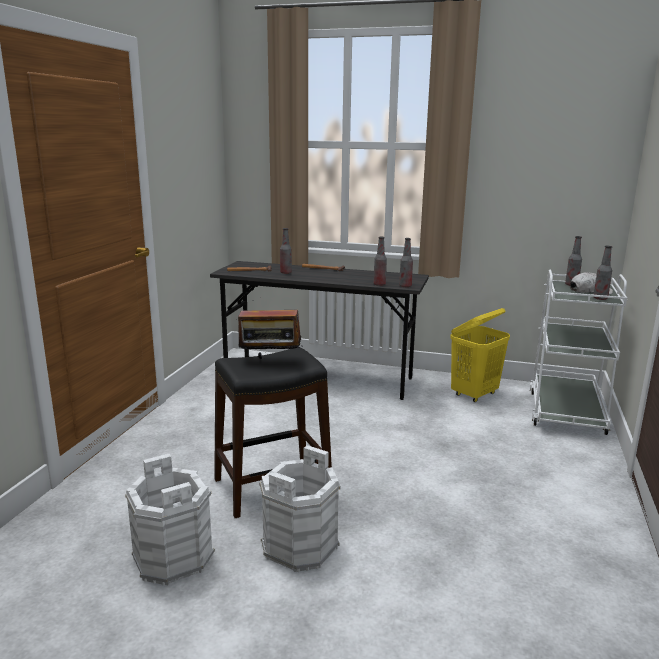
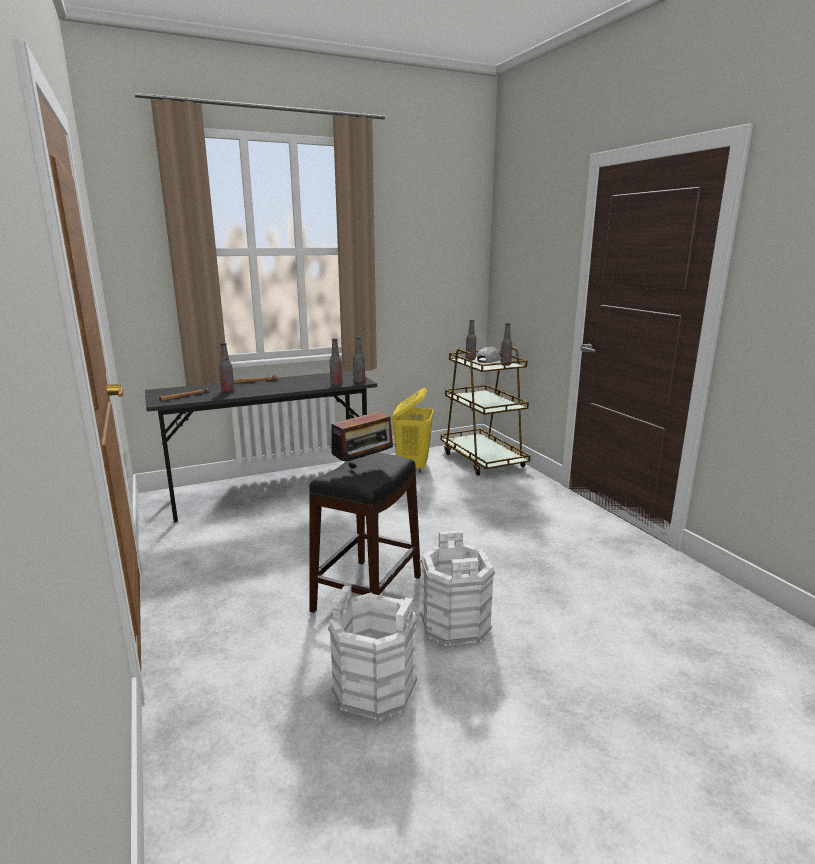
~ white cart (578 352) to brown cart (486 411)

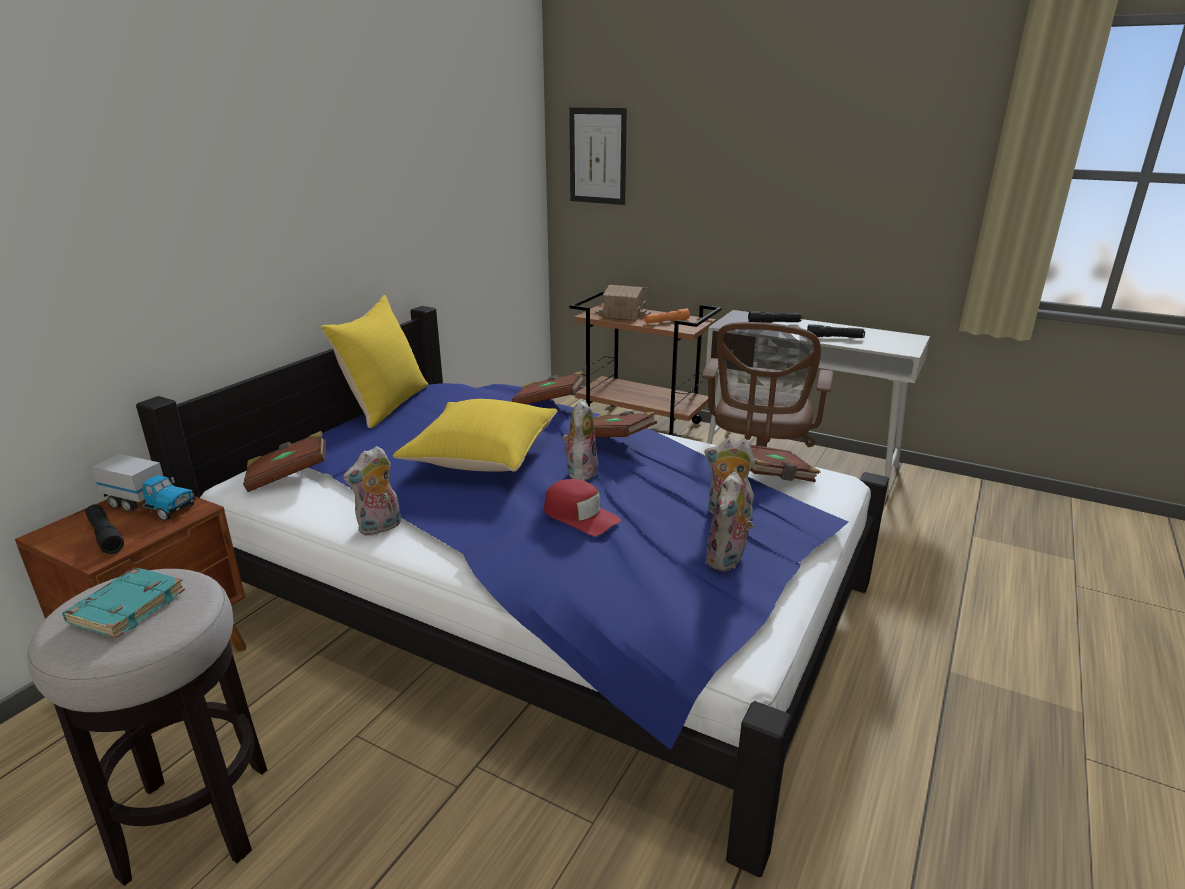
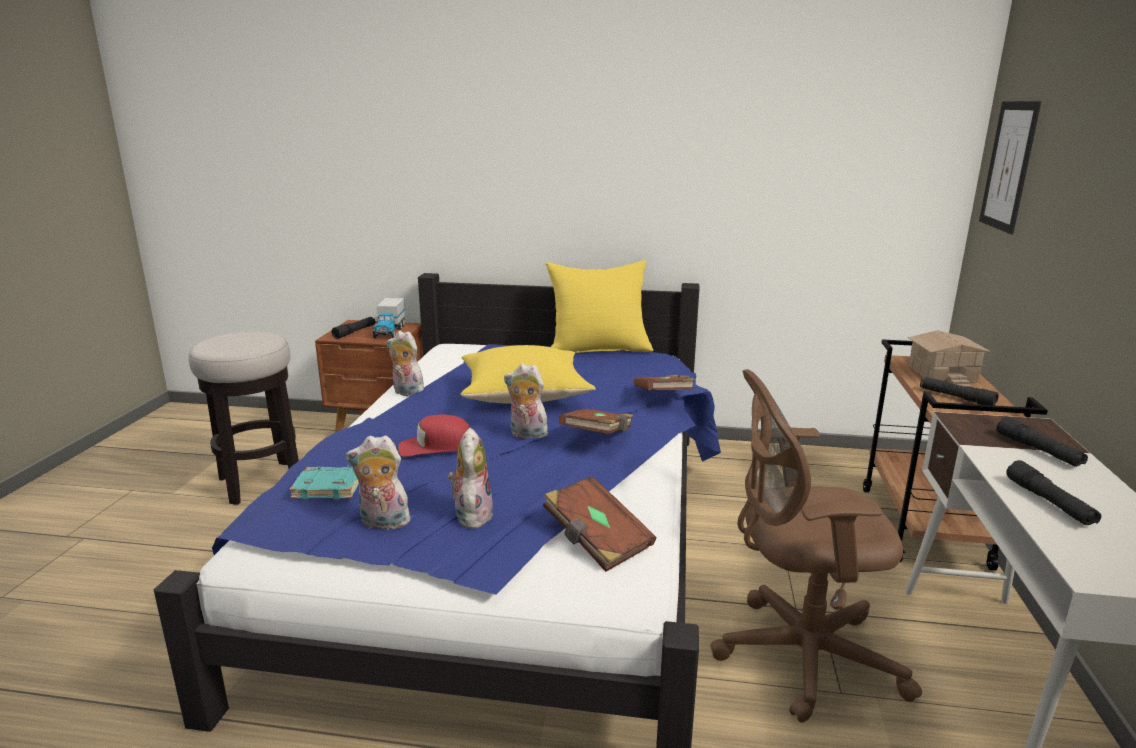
~ turquoise book (123 603) to (324 483)
~ red cap (582 507) = (434 436) 60 degrees clockwise
~ plush toy (580 440) = (526 401) 150 degrees counterclockwise
~ orange flashlight (667 316) to black flashlight (959 391)
- brown book (284 461)

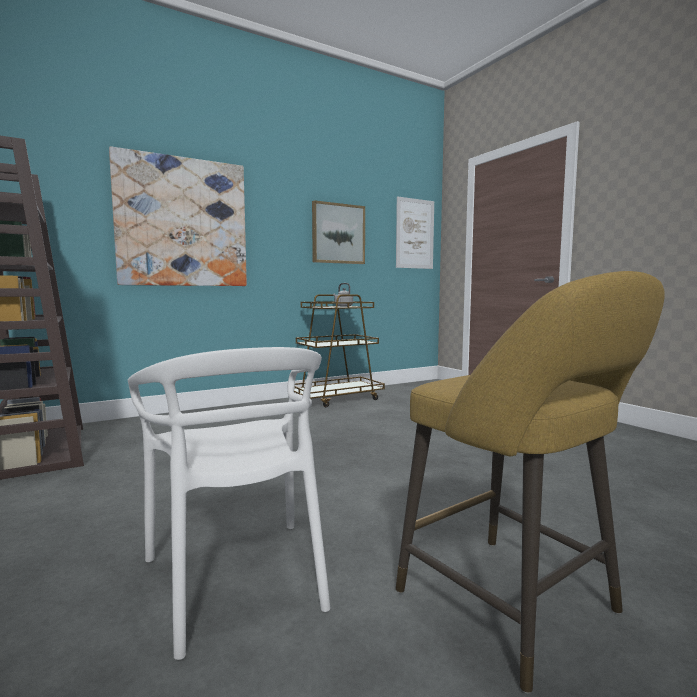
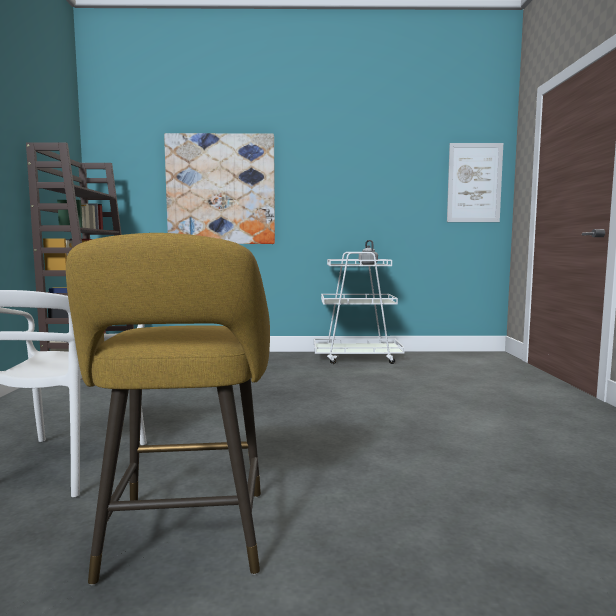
~ brown cart (339 350) to white cart (359 308)
- picture (338 232)

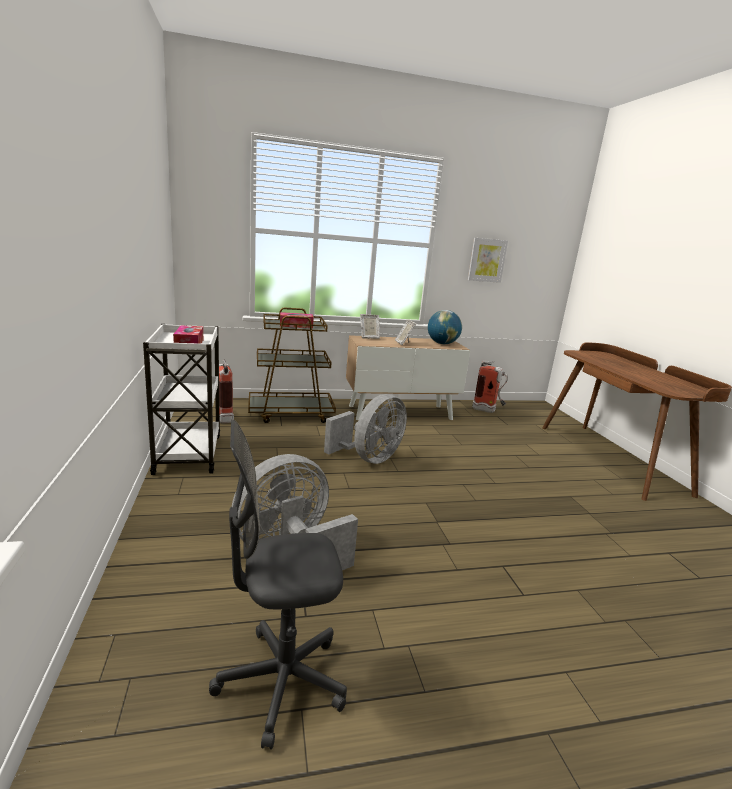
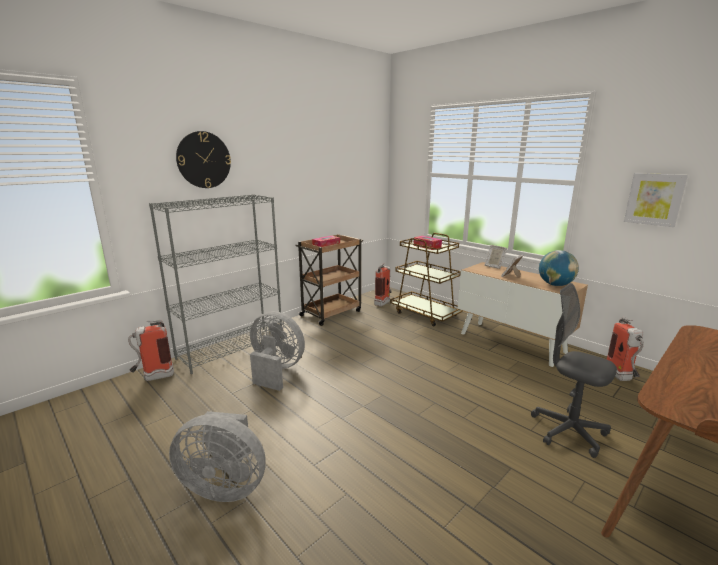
+ fire extinguisher (151 350)
+ grey bookcase (215 284)
~ grey fan (365 429) to (217 456)
+ wall clock (203 159)
~ white cart (181 399) to brown cart (329 280)
~ grey office chair (278 584) to (574 370)

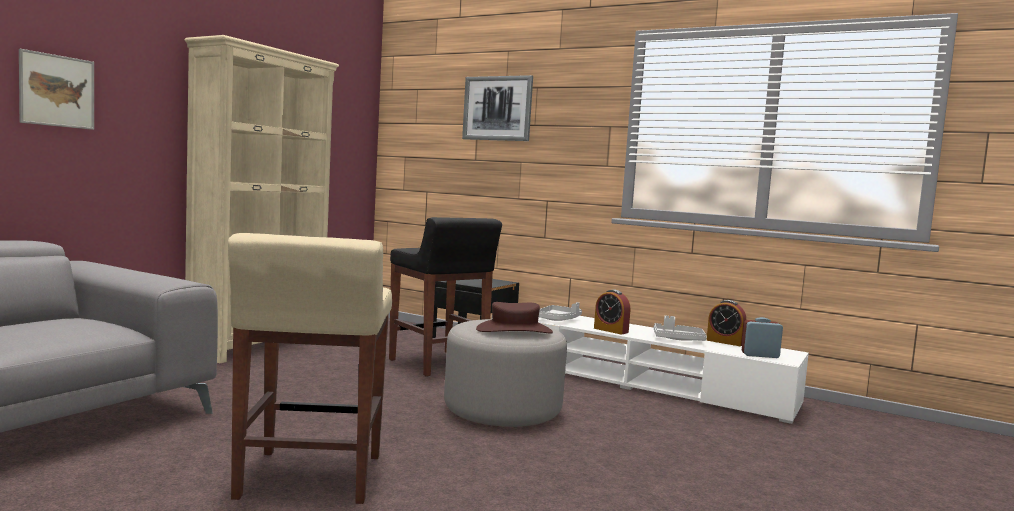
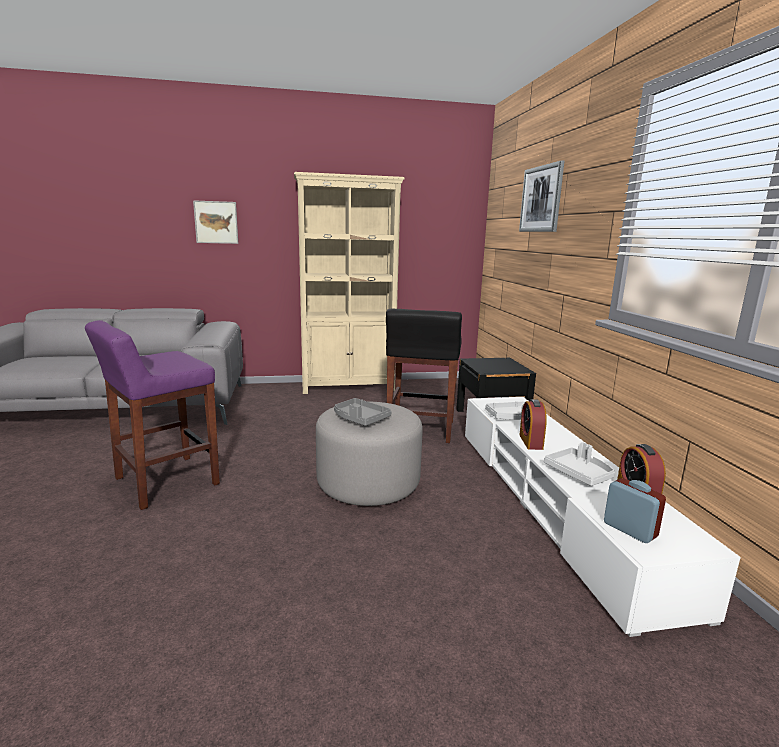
~ beige stool (310 368) to purple stool (152 415)
~ brown hat (514 317) to grey tray (363 412)

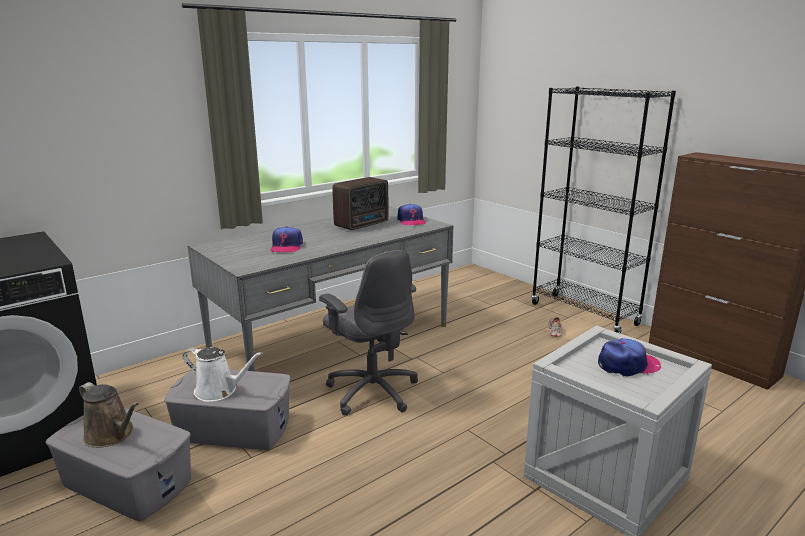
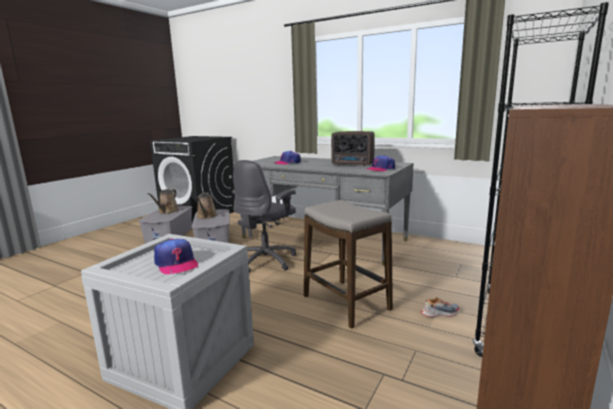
~ white watering can (223 374) to brown watering can (207 205)
+ stool (348 264)

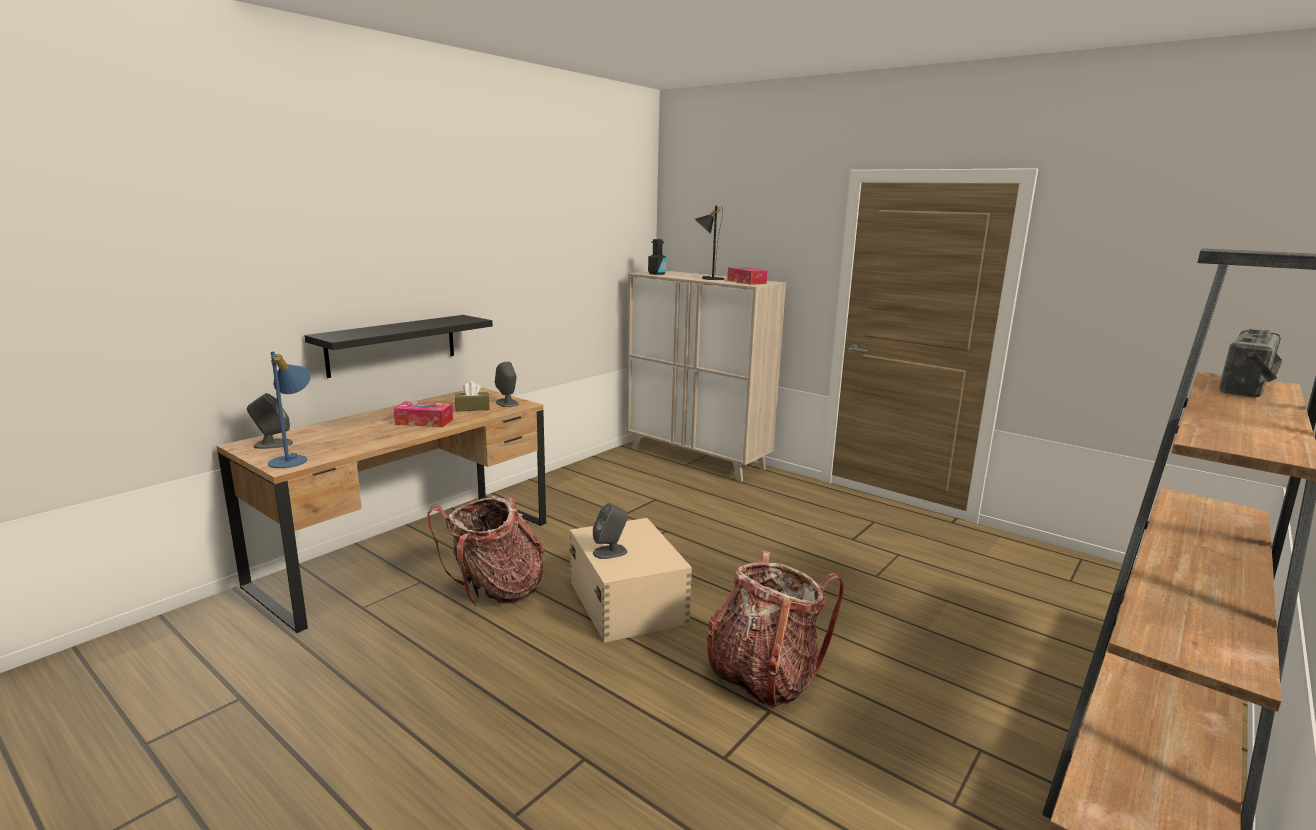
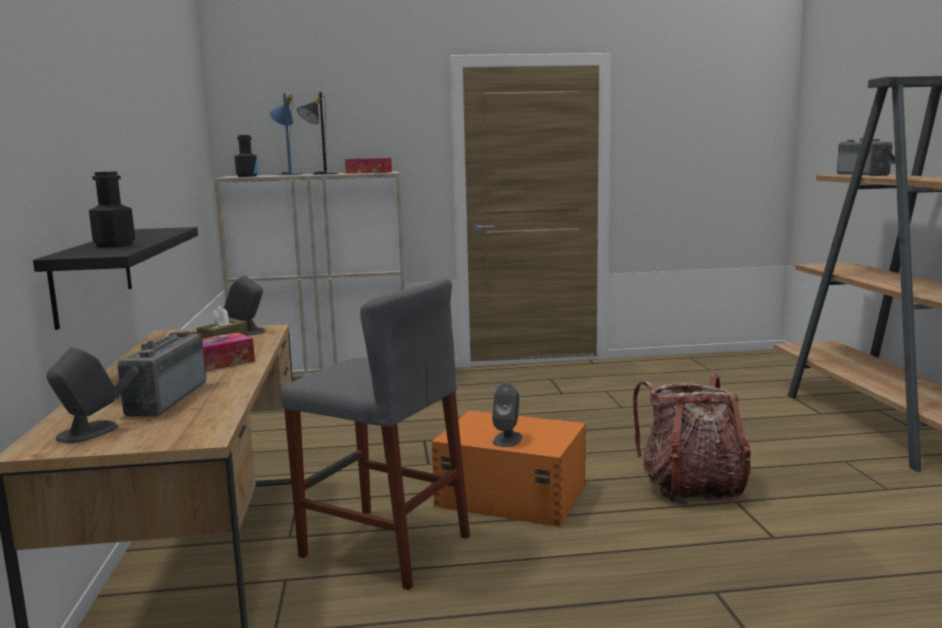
+ black bottle (112 210)
+ radio (160 373)
~ blue table lamp (289 409) to (286 134)
~ backpack (485 552) to grey stool (375 434)
~ beige storage box (631 580) to orange storage box (509 469)

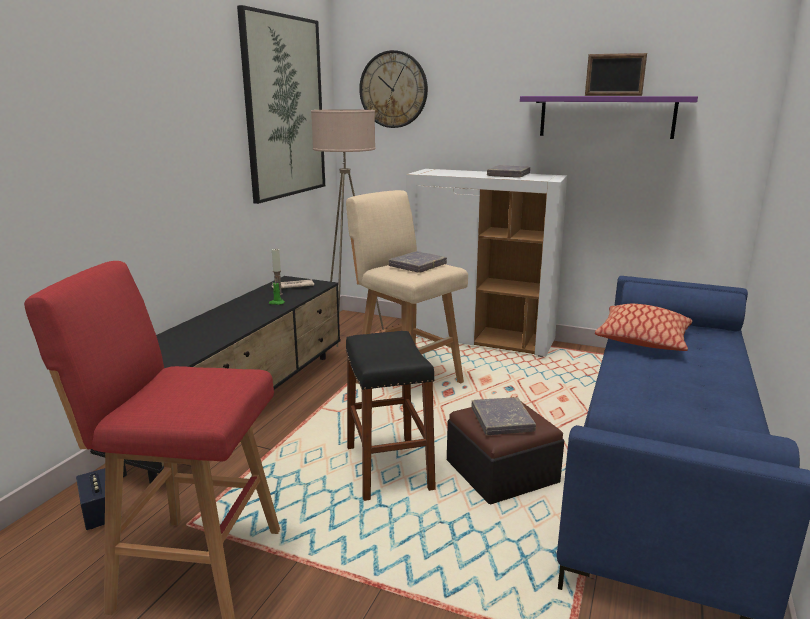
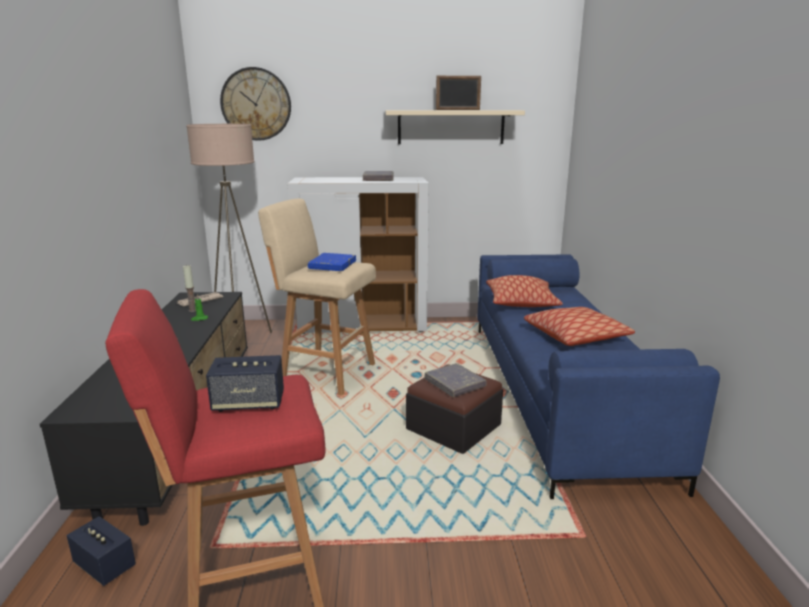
+ speaker (245 383)
~ grey book (417 262) to blue book (332 262)
~ purple shelf (609 117) to beige shelf (455 127)
+ pillow (579 326)
- picture (281 104)
- black stool (390 416)

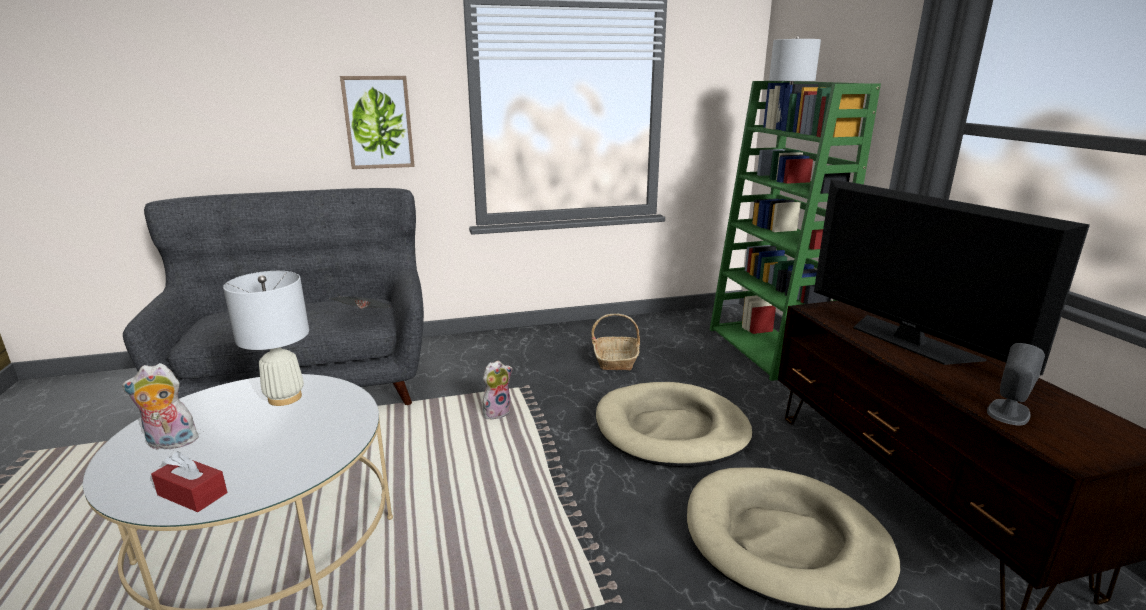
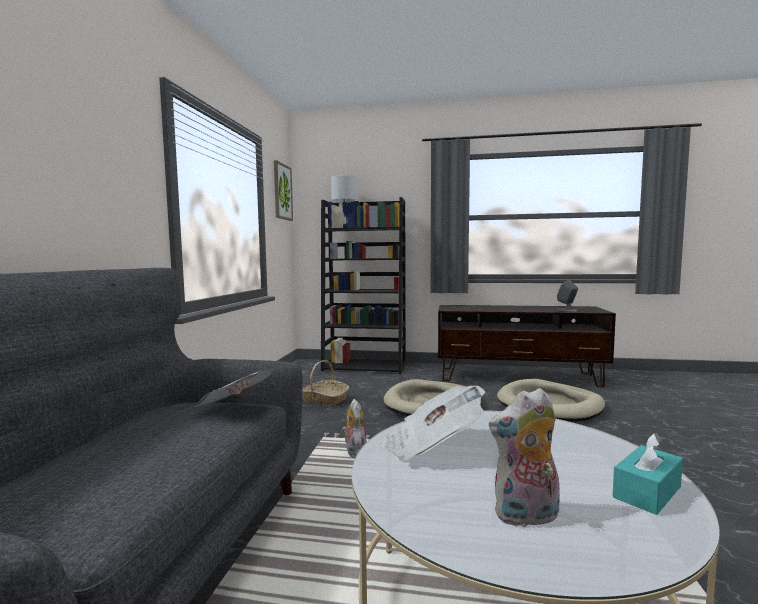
~ picture (377 122) to (283 190)
~ green bookcase (795 231) to black bookcase (363 285)
~ white table lamp (266 338) to newspaper (433 423)
~ plush toy (161 406) = (524 458) 60 degrees clockwise
~ red tissue box (189 481) to turquoise tissue box (647 474)
- television (952 277)

